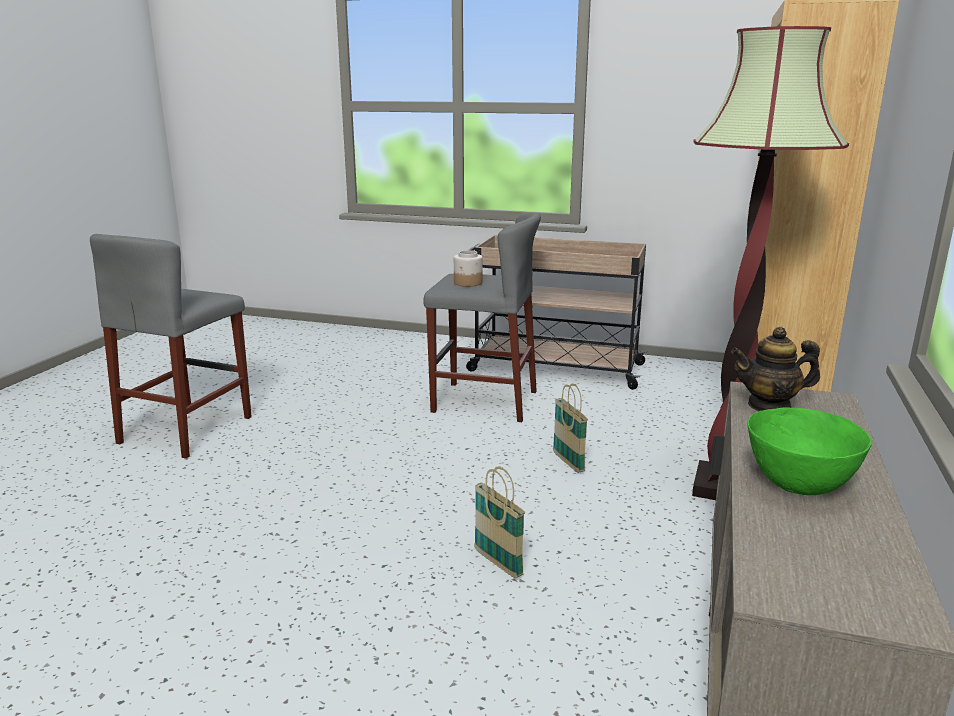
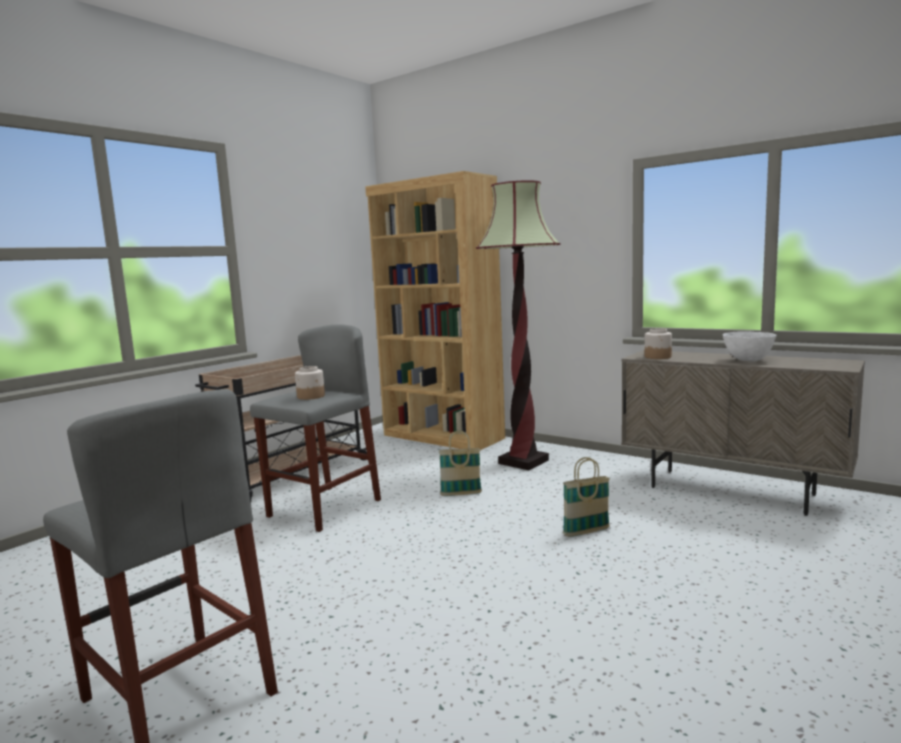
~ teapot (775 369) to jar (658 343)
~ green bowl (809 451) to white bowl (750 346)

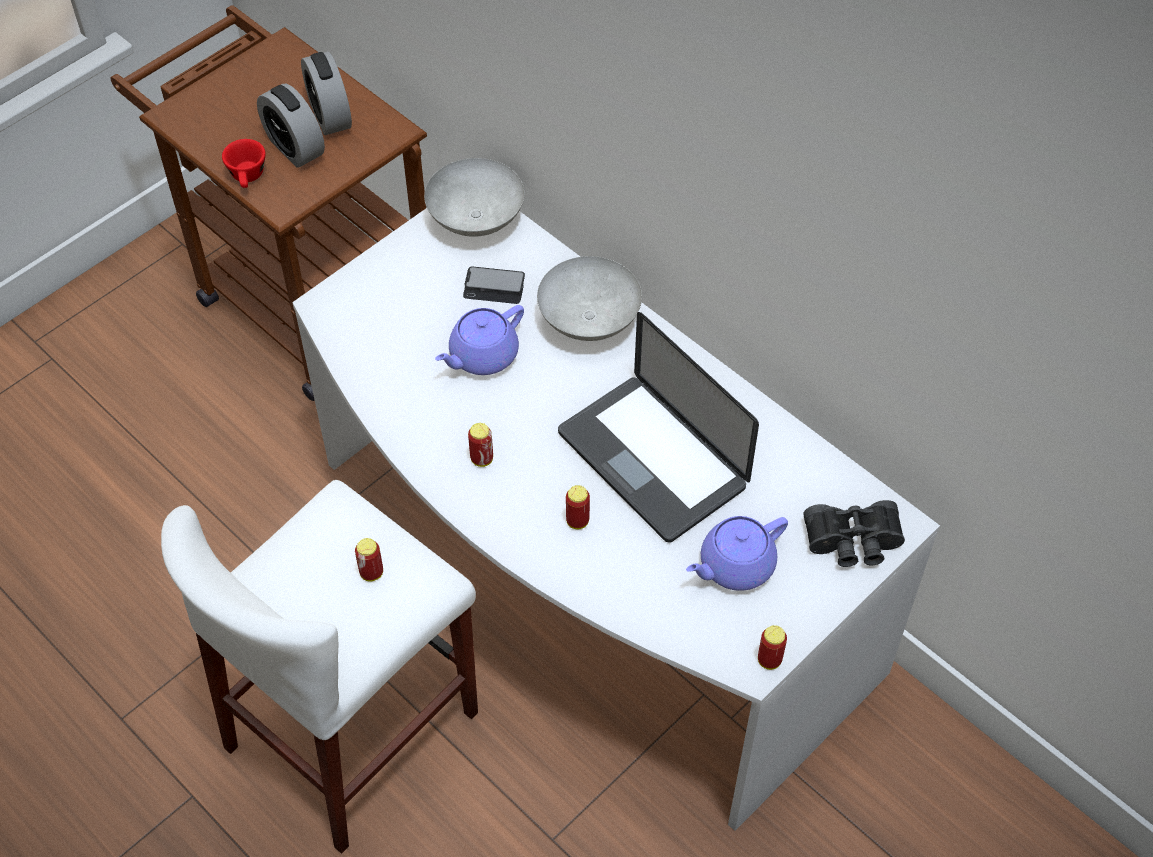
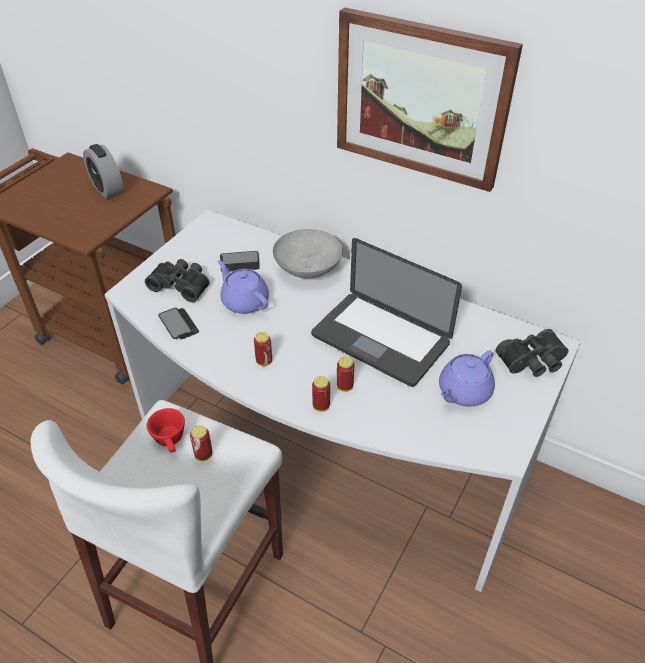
+ black binoculars (177 280)
~ red cup (244 163) to (166 430)
+ phone (178 323)
~ purple teapot (479 340) = (243 287) 105 degrees clockwise
~ can (772 647) to (321 394)
+ picture (430 99)
- alarm clock (291 126)
- grey bowl (474 197)

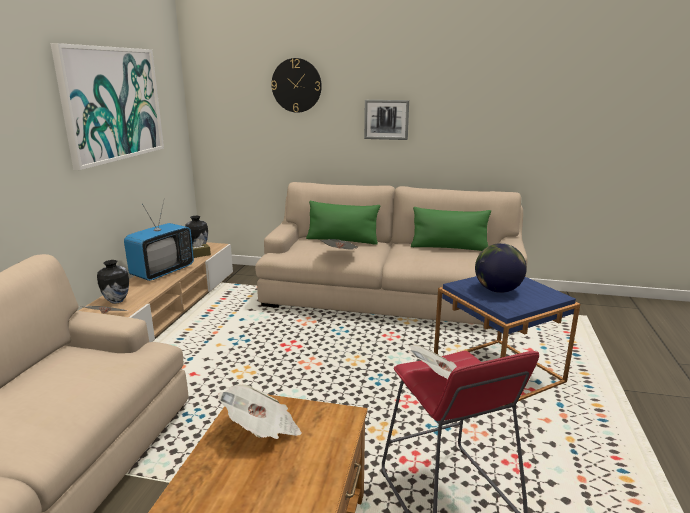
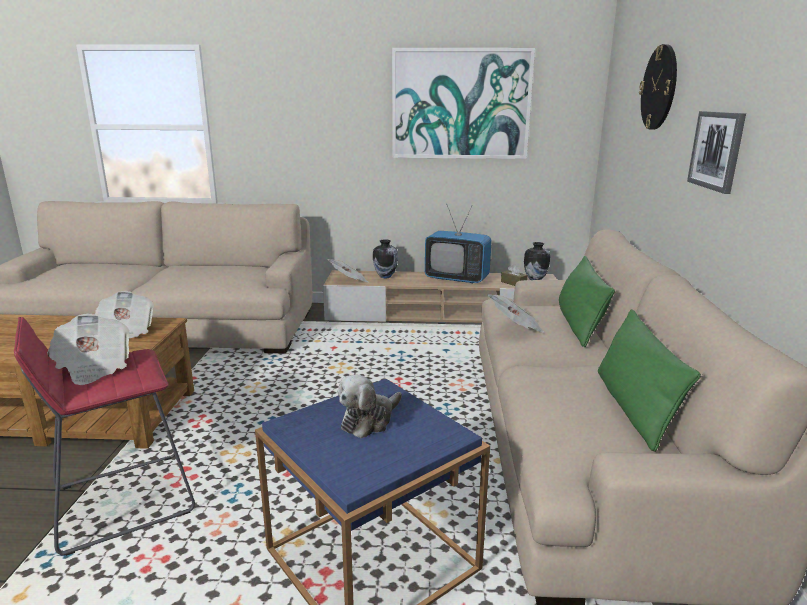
~ globe (501 268) to plush toy (370 406)

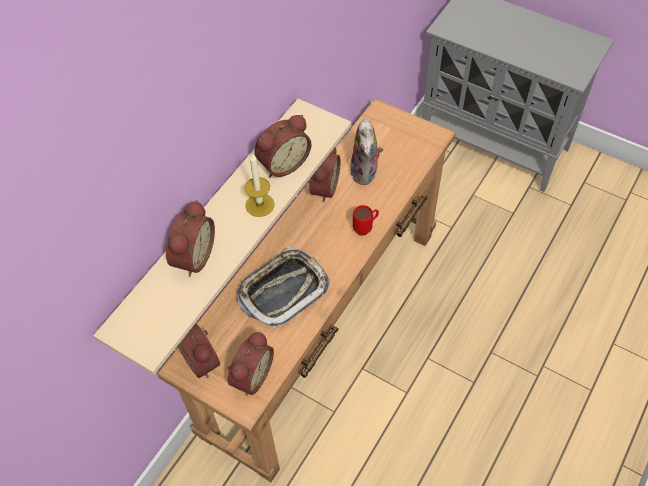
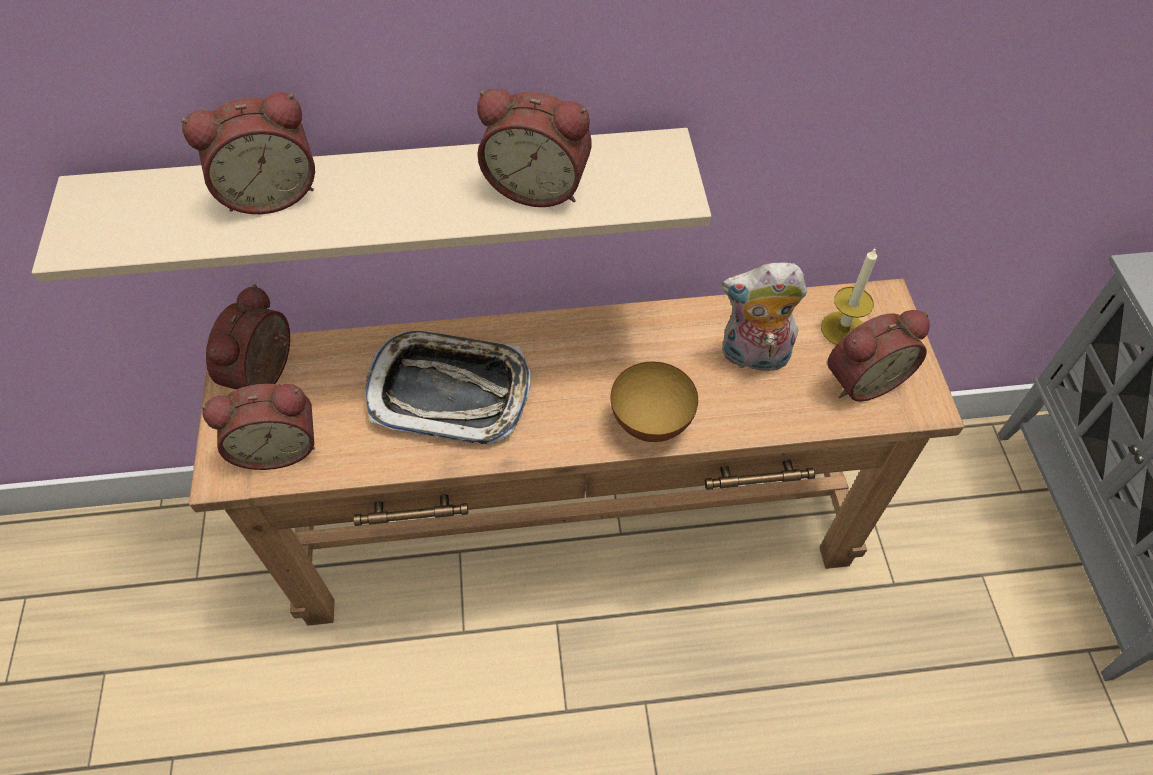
~ red mug (366 220) to bowl (654 401)
~ plush toy (366 151) = (764 317) 45 degrees clockwise
~ candle (259 185) to (849 296)
~ alarm clock (324 174) to (878 355)

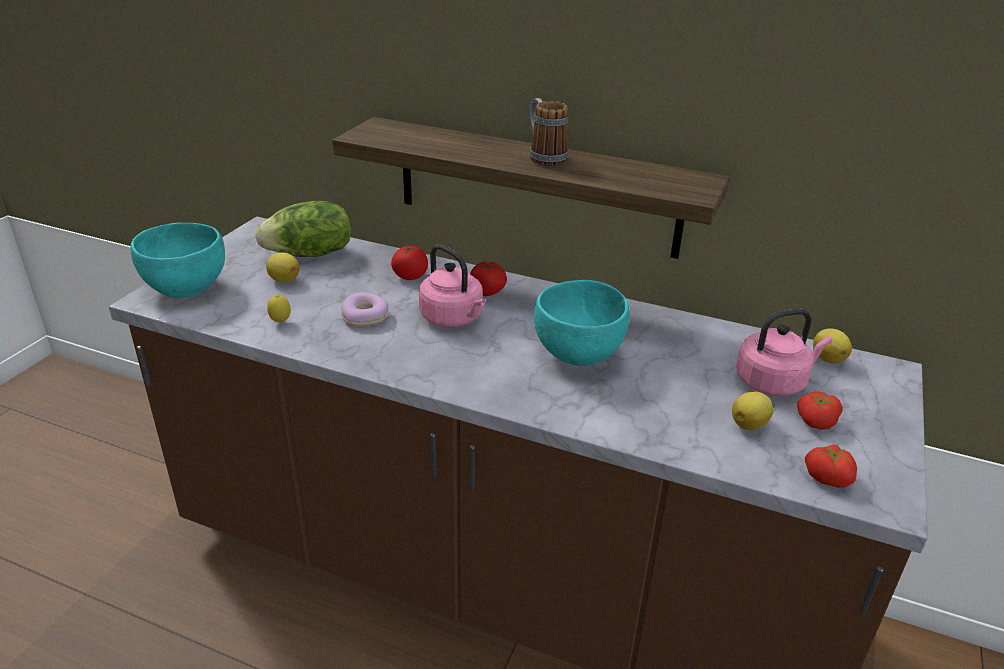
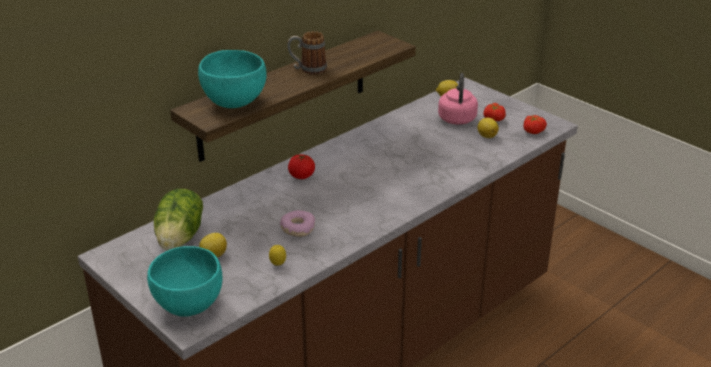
~ turquoise bowl (582 323) to (232 79)
- tomato (409 263)
- pink kettle (452 285)

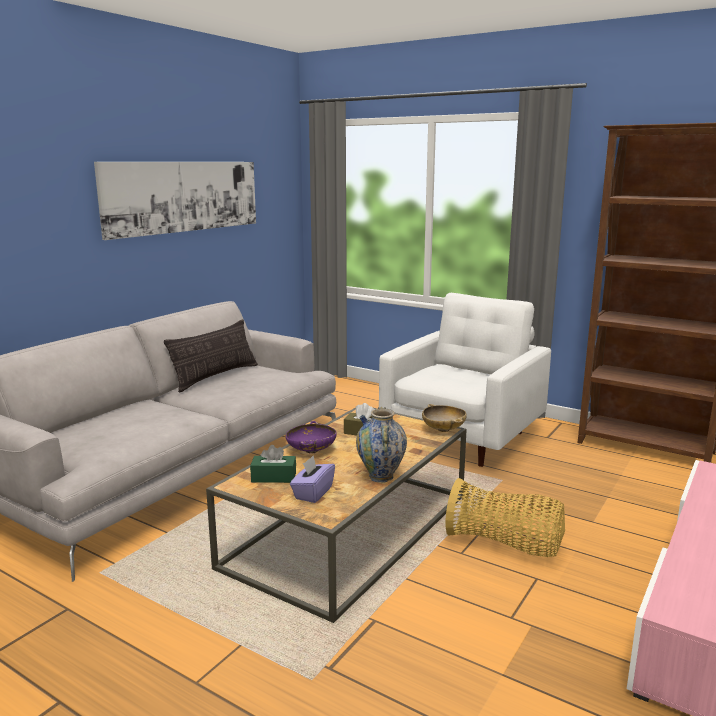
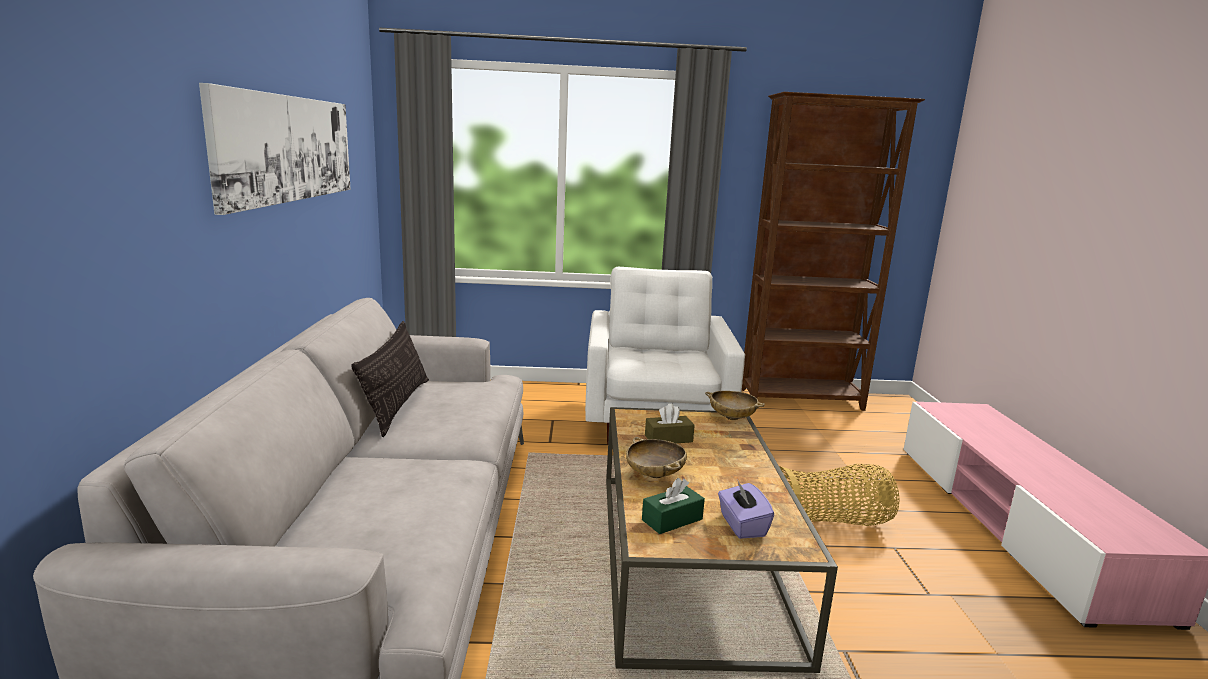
~ purple bowl (311 437) to beige bowl (656 457)
- vase (381 445)

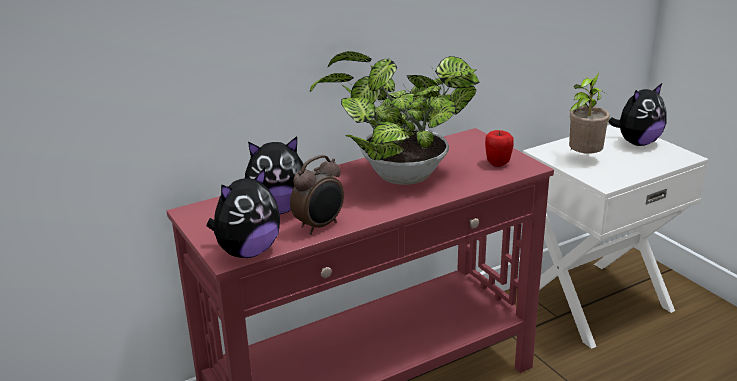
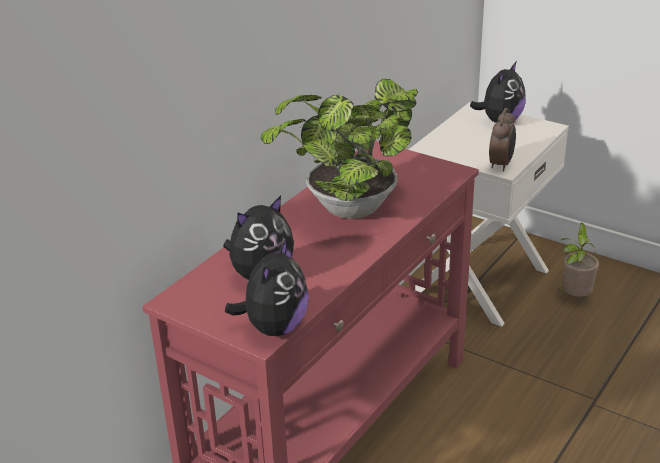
~ alarm clock (317 194) to (502 140)
~ potted plant (589 113) to (579 260)
- apple (499 148)

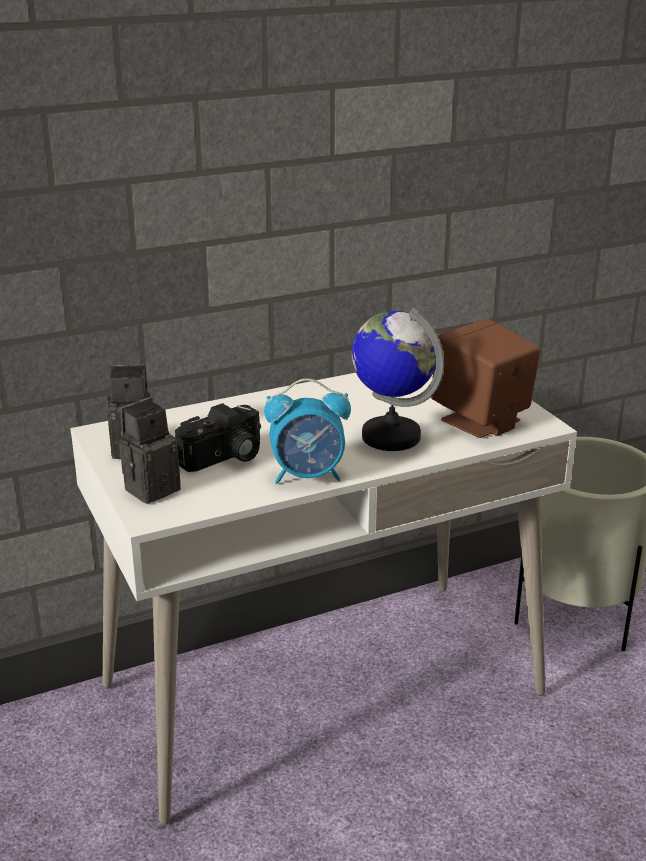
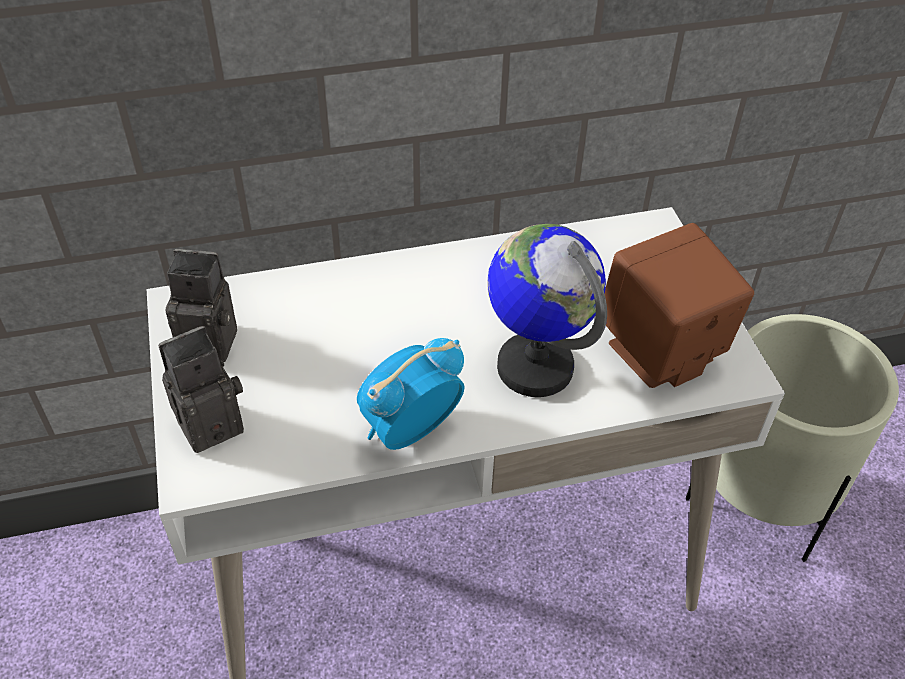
~ alarm clock (307 431) = (410 394) 135 degrees clockwise
- photo camera (218 437)

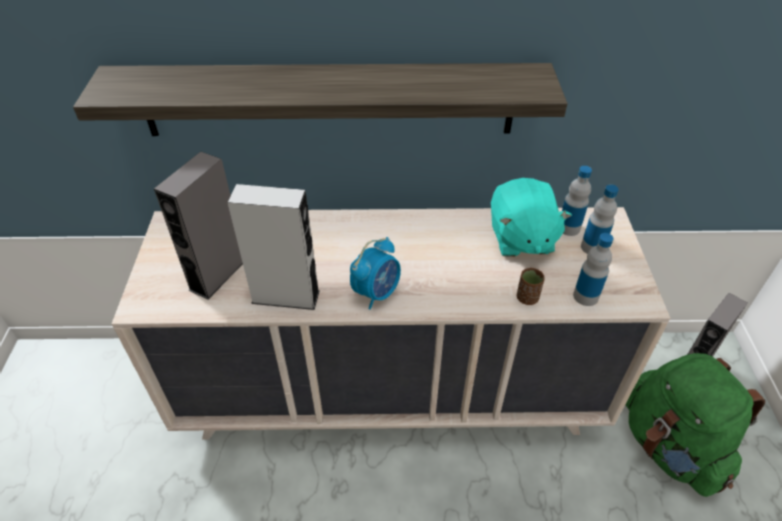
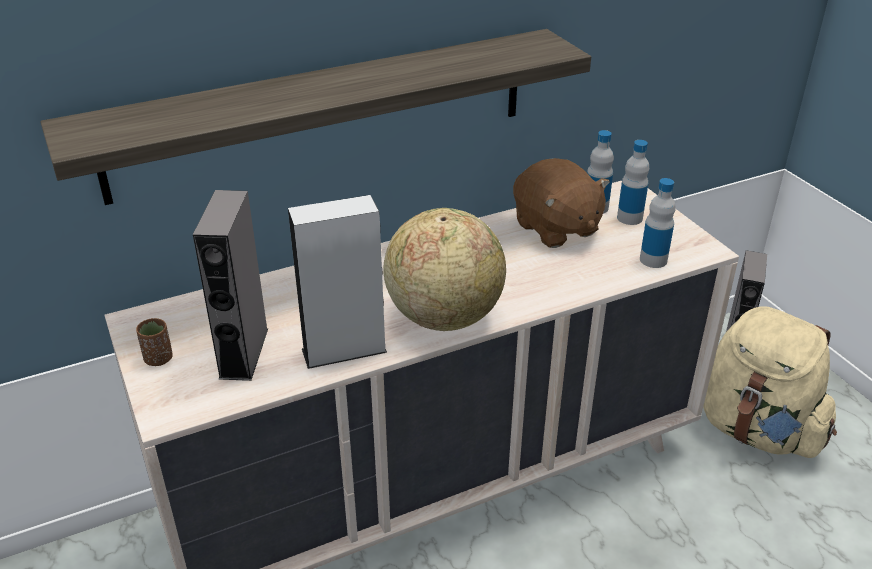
~ brown cup (531 286) to (154 342)
~ alarm clock (375 273) to globe (444 269)
~ turquoise plush toy (531 217) to brown plush toy (561 203)
~ green backpack (695 425) to beige backpack (770 382)

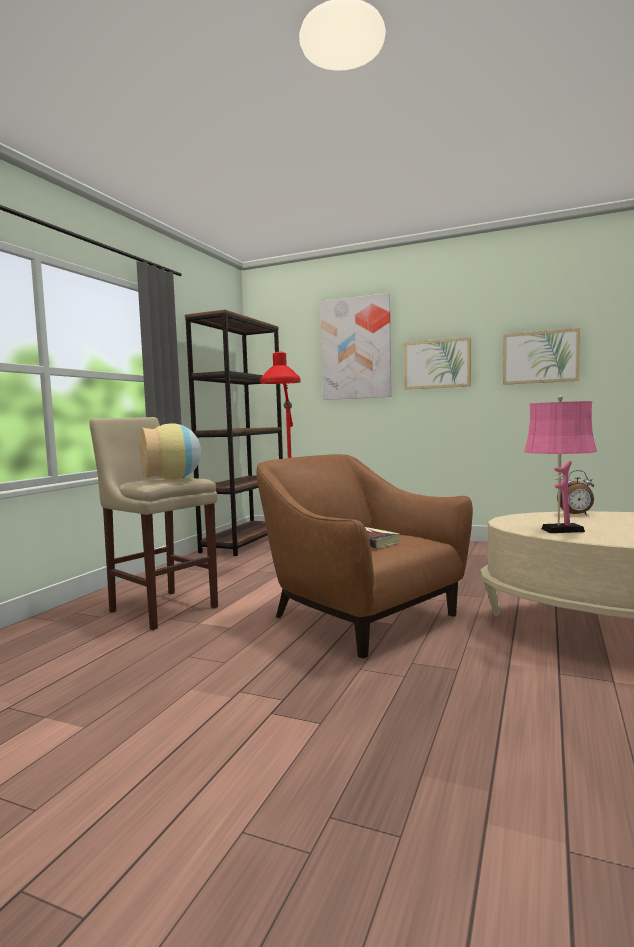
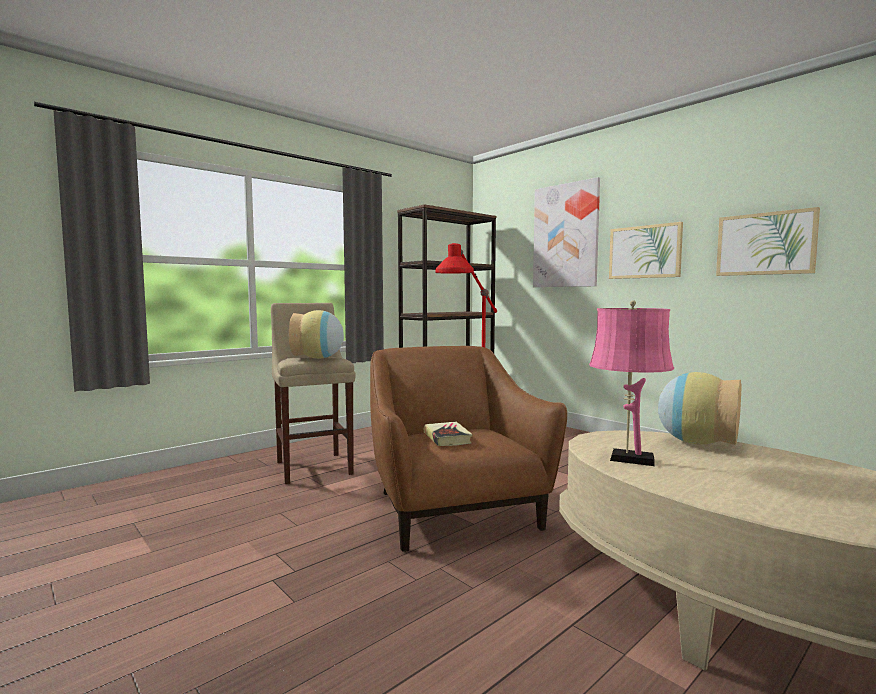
~ alarm clock (575 492) to vase (699 408)

